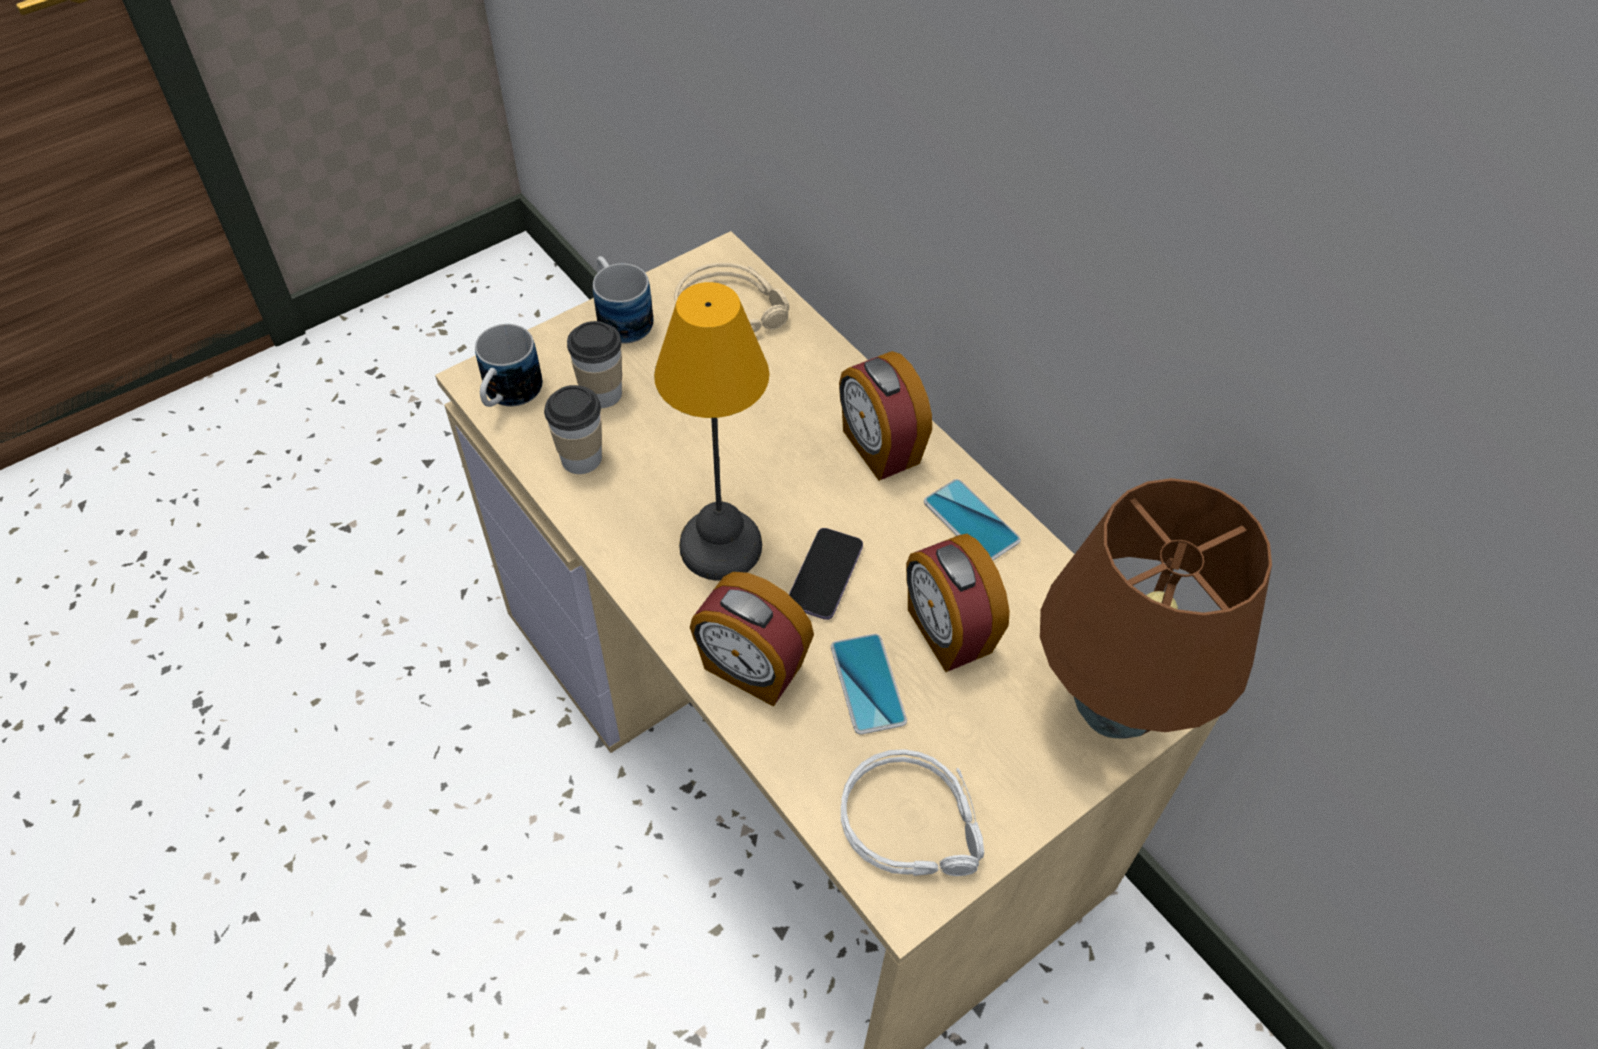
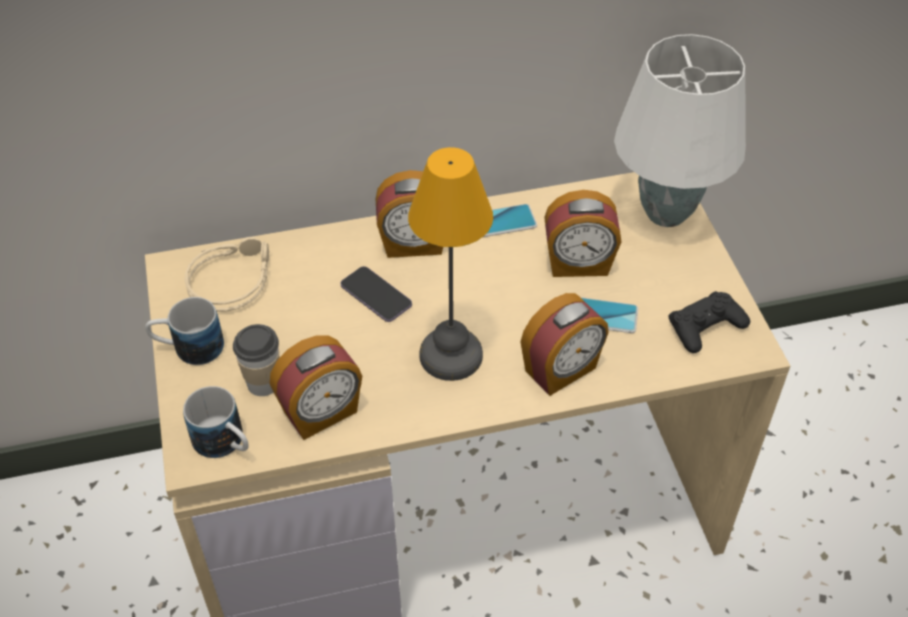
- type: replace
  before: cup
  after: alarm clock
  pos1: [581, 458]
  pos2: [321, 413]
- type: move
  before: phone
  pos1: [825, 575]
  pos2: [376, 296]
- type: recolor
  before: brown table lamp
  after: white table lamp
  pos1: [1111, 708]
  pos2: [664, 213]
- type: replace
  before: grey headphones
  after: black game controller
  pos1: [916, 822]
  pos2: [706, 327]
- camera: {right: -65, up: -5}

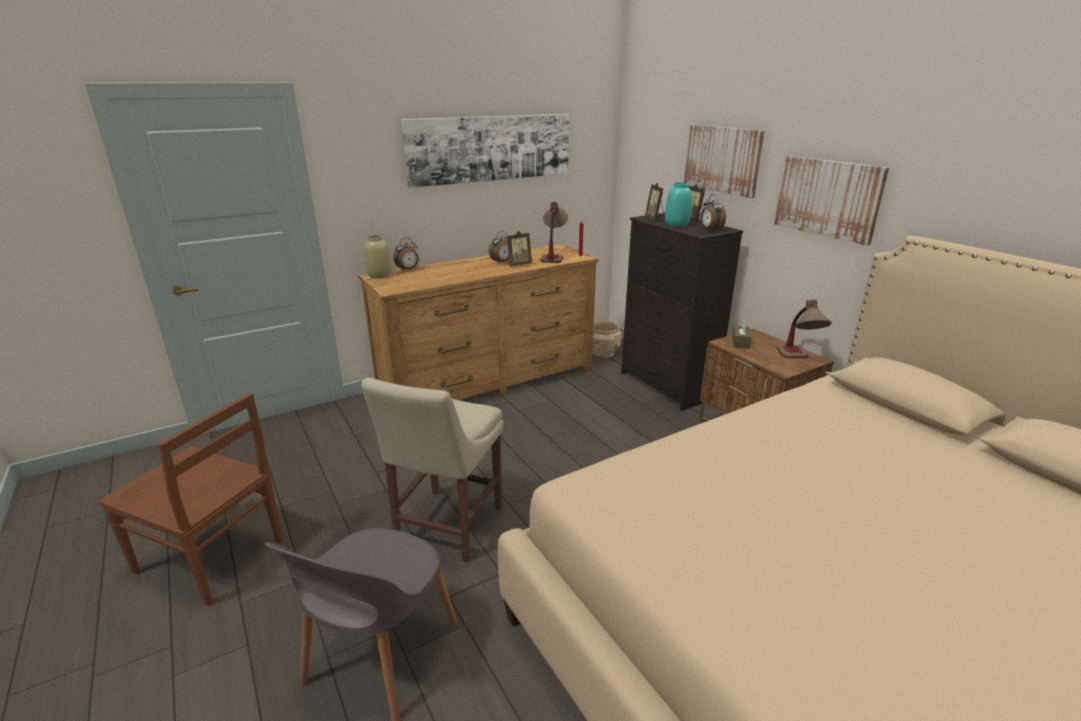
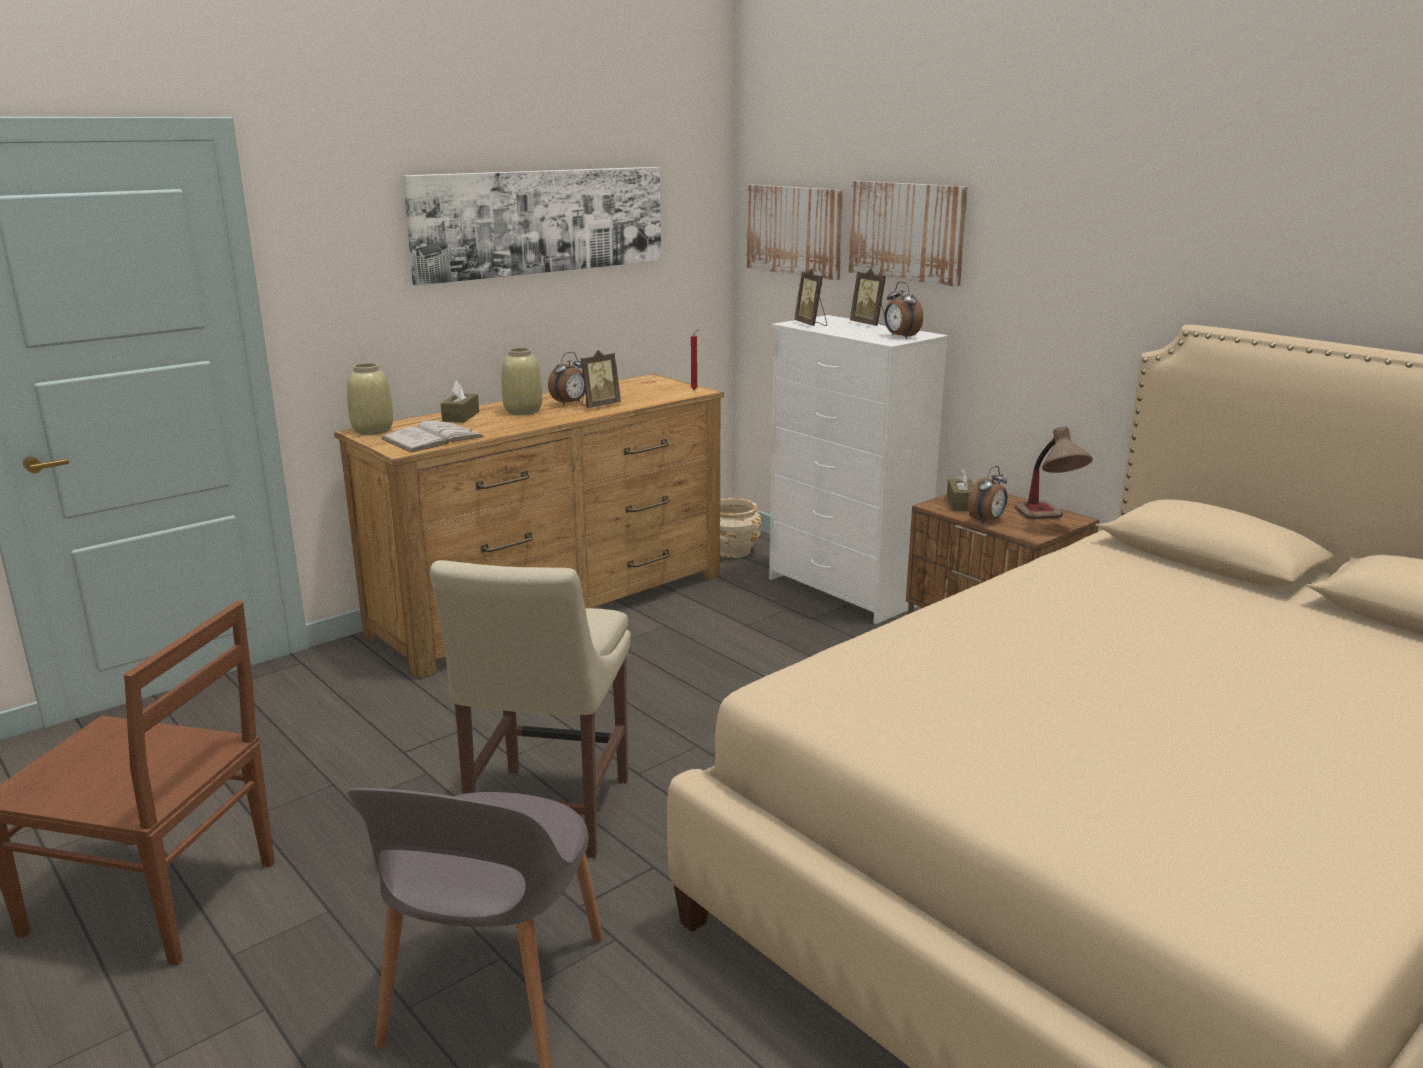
- type: insert
  after: white book
  pos2: [432, 438]
- type: insert
  after: brown tissue box
  pos2: [461, 416]
- type: insert
  after: beige vase
  pos2: [523, 411]
- type: move
  before: picture
  pos1: [828, 198]
  pos2: [795, 230]
- type: recolor
  before: black dresser
  after: white dresser
  pos1: [667, 386]
  pos2: [846, 591]
- type: move
  before: alarm clock
  pos1: [408, 270]
  pos2: [987, 521]
- type: delete
  before: table lamp
  pos1: [553, 256]
- type: delete
  before: turquoise vase
  pos1: [677, 224]
- camera: {right: -10, up: -5}

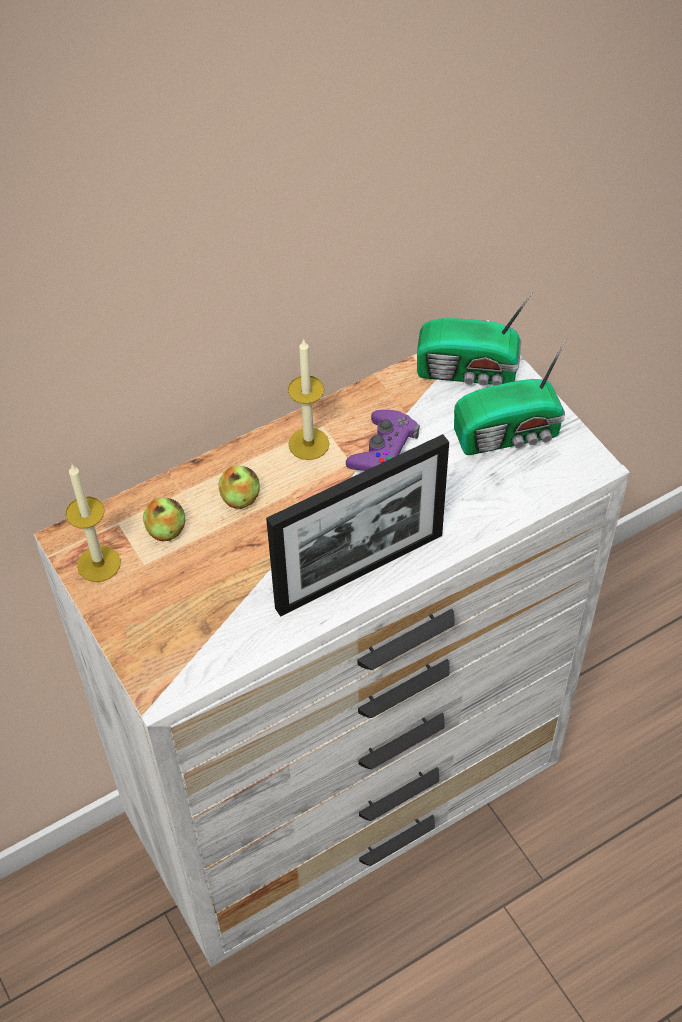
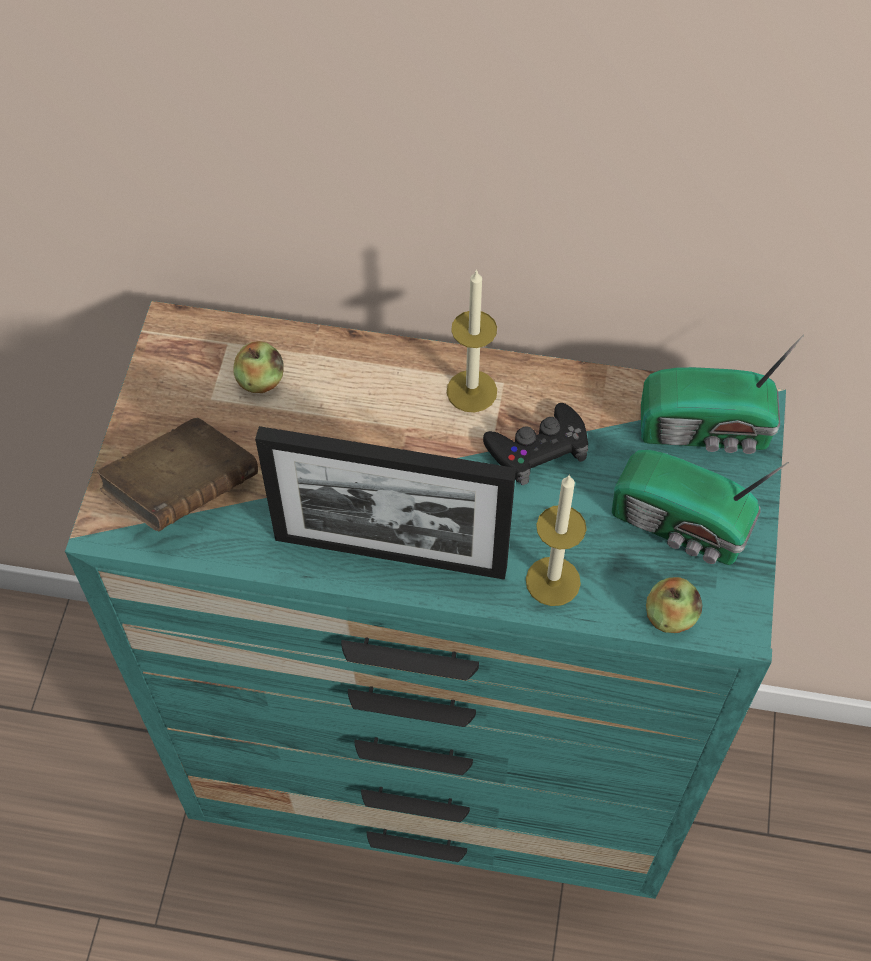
- type: recolor
  before: white dresser
  after: turquoise dresser
  pos1: [346, 799]
  pos2: [440, 770]
- type: insert
  after: brown book
  pos2: [183, 492]
- type: recolor
  before: purple game controller
  after: black game controller
  pos1: [383, 449]
  pos2: [537, 449]
- type: move
  before: candle
  pos1: [99, 564]
  pos2: [553, 581]
- type: rotate
  before: radio
  pos1: [469, 371]
  pos2: [708, 431]
  turn: -45
- type: move
  before: apple
  pos1: [240, 498]
  pos2: [670, 616]
- camera: {right: 40, up: 5}

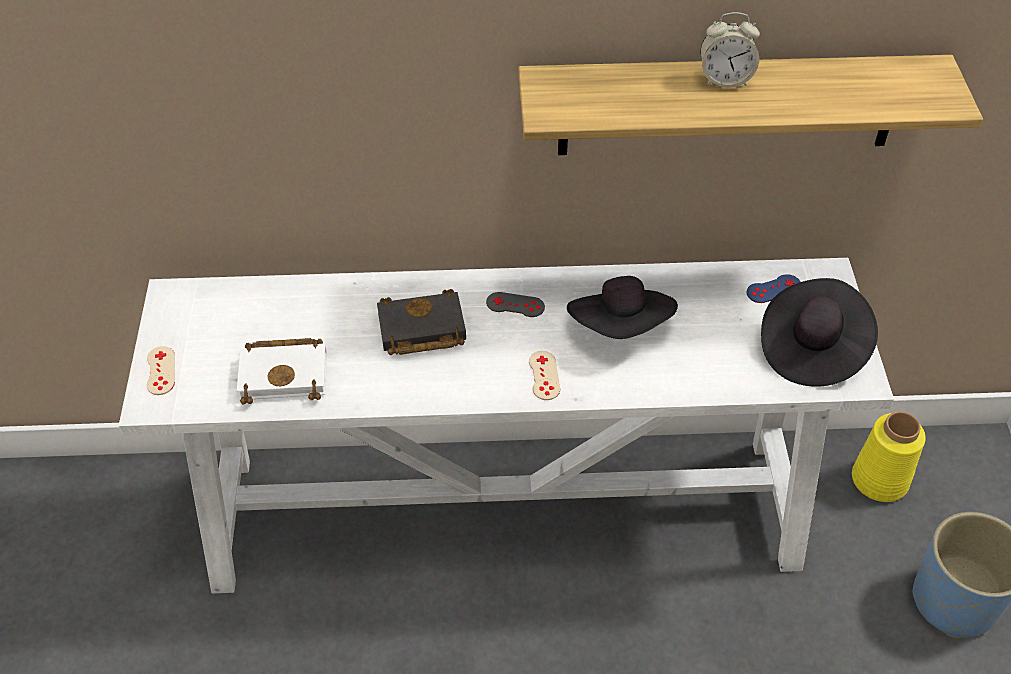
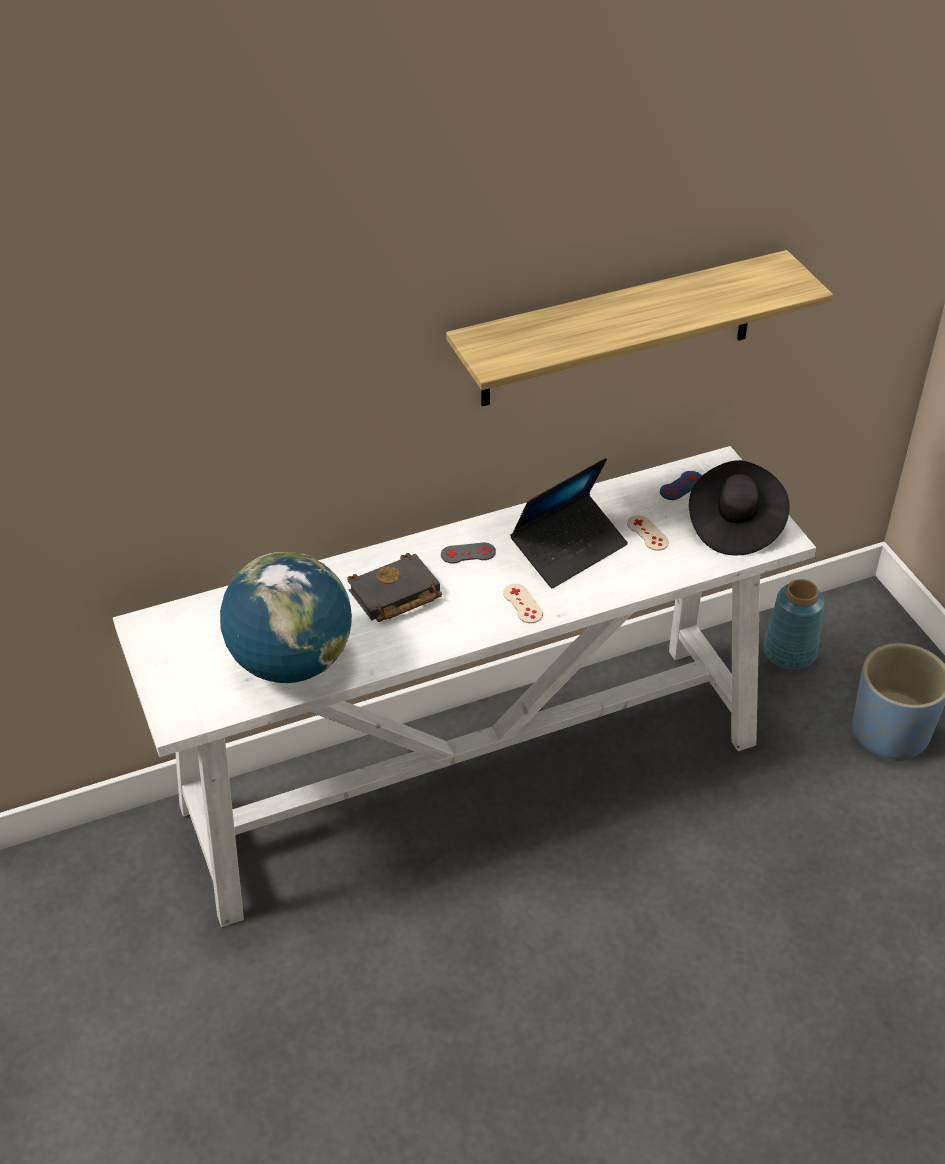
- type: replace
  before: white book
  after: globe
  pos1: [286, 373]
  pos2: [291, 662]
- type: replace
  before: black hat
  after: laptop
  pos1: [621, 328]
  pos2: [569, 549]
- type: move
  before: beige game controller
  pos1: [160, 371]
  pos2: [647, 533]
- type: recolor
  before: yellow vase
  after: blue vase
  pos1: [880, 479]
  pos2: [789, 651]
- type: delete
  before: alarm clock
  pos1: [725, 79]
- camera: {right: -20, up: -5}

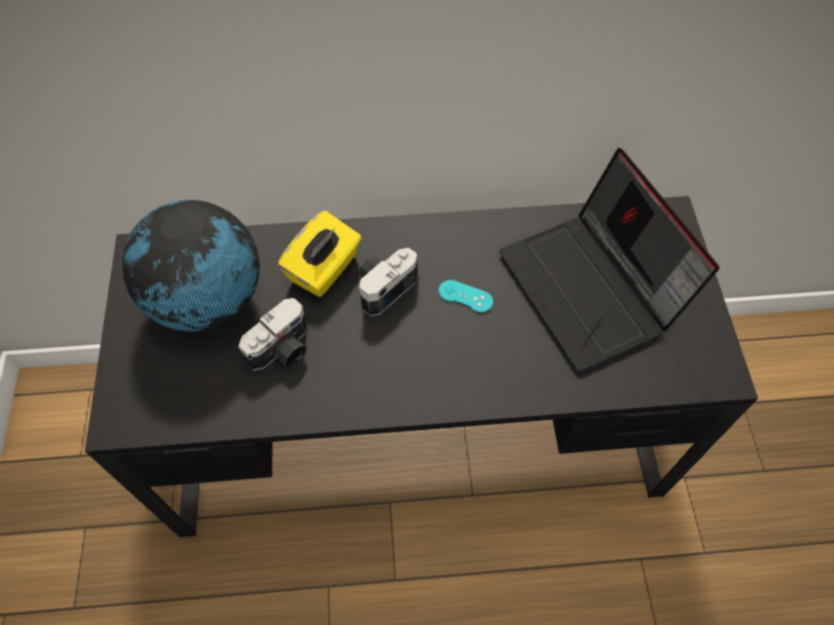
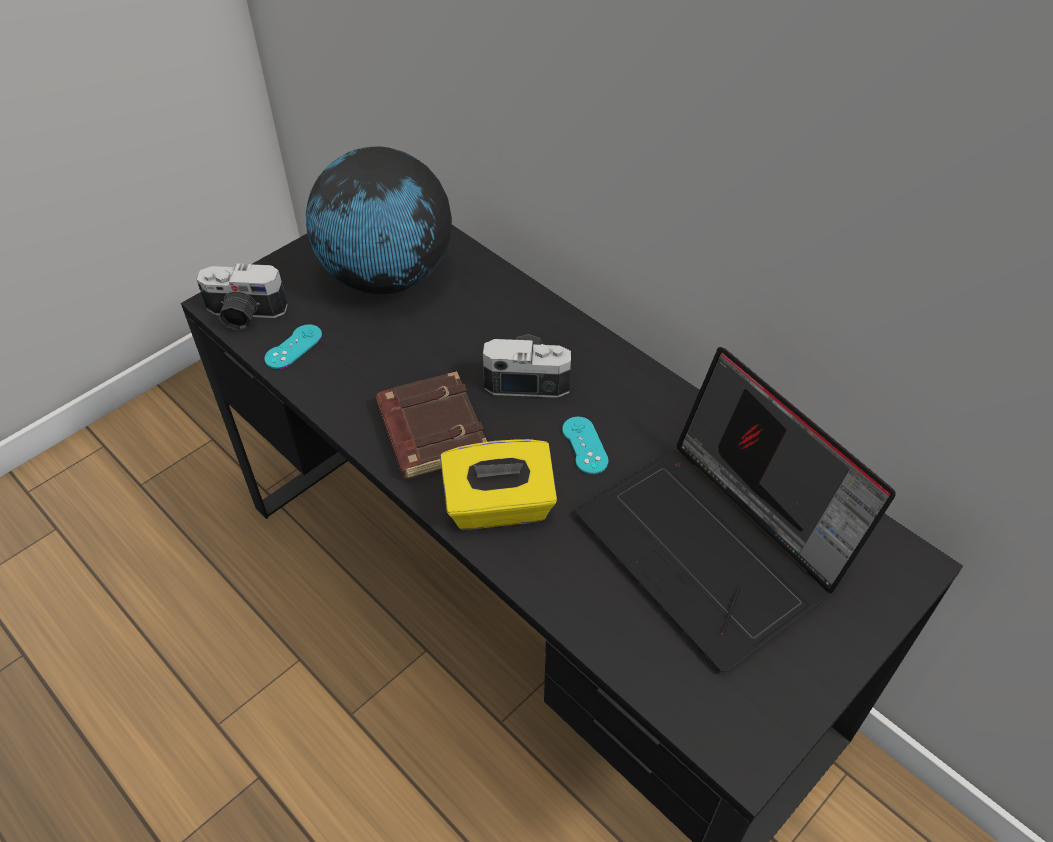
- type: move
  before: photo camera
  pos1: [283, 350]
  pos2: [244, 315]
- type: insert
  after: turquoise game controller
  pos2: [293, 347]
- type: insert
  after: brown book
  pos2: [430, 431]
- type: move
  before: yellow tissue box
  pos1: [324, 269]
  pos2: [499, 506]
- type: rotate
  before: laptop
  pos1: [592, 289]
  pos2: [716, 547]
  turn: -60
- camera: {right: 50, up: -10}

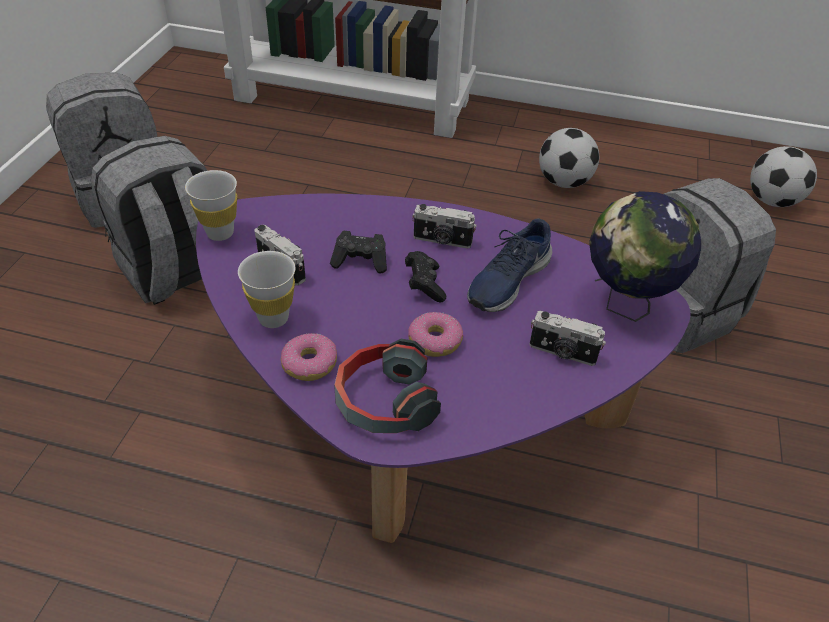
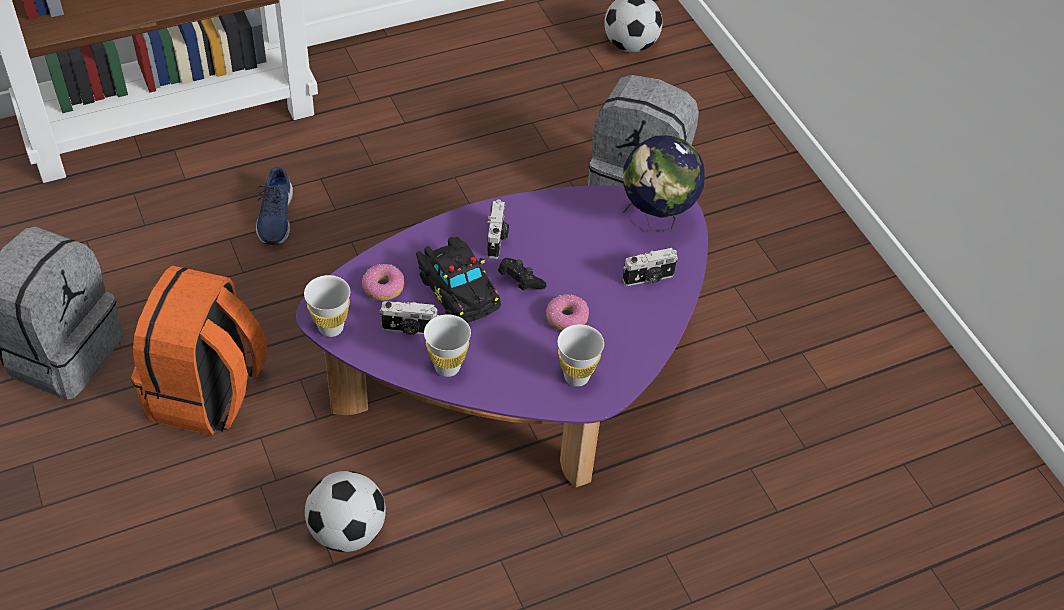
- type: recolor
  before: grey backpack
  after: orange backpack
  pos1: [176, 274]
  pos2: [207, 394]
- type: move
  before: blue shoe
  pos1: [507, 280]
  pos2: [275, 217]
- type: move
  before: football
  pos1: [563, 182]
  pos2: [347, 531]
- type: move
  before: donut
  pos1: [310, 363]
  pos2: [383, 287]
- type: replace
  before: black game controller
  after: black toy car
  pos1: [361, 261]
  pos2: [458, 289]
- type: rotate
  before: photo camera
  pos1: [442, 241]
  pos2: [497, 239]
  turn: -60
- type: replace
  before: headphones
  after: white cup
  pos1: [384, 401]
  pos2: [576, 377]
- camera: {right: -40, up: 5}

